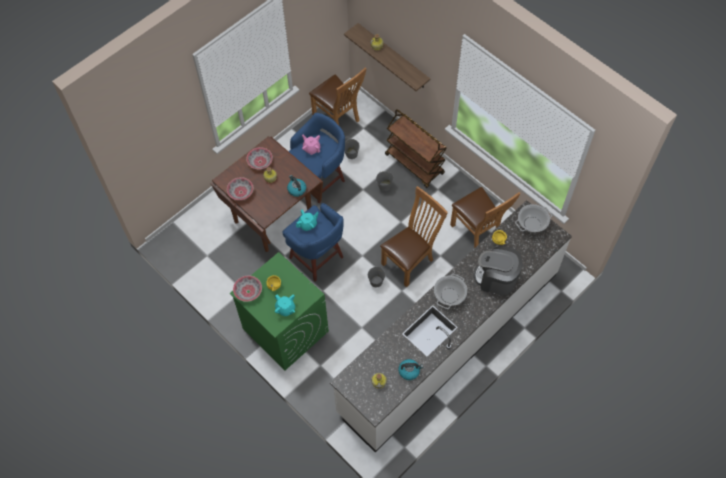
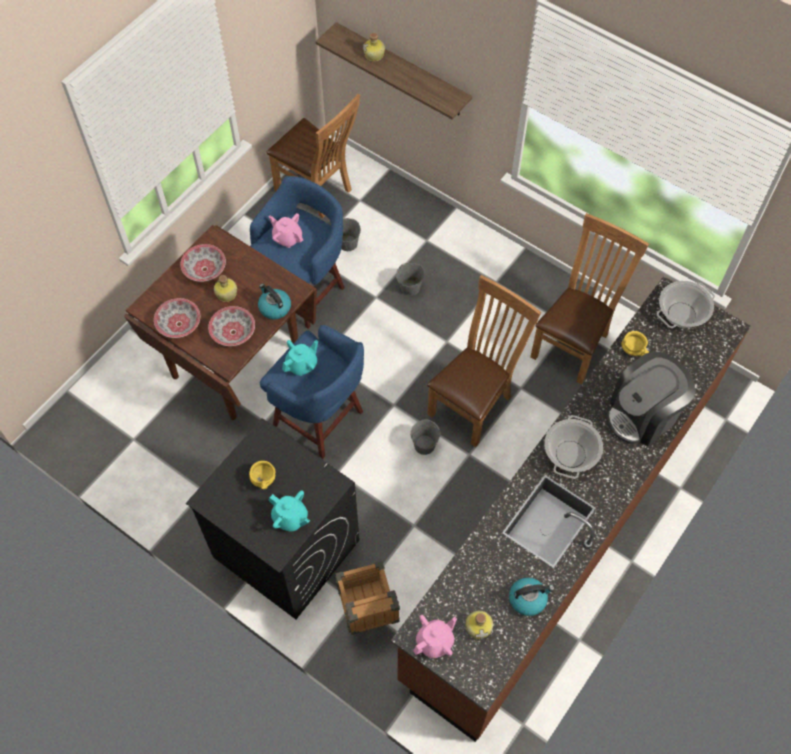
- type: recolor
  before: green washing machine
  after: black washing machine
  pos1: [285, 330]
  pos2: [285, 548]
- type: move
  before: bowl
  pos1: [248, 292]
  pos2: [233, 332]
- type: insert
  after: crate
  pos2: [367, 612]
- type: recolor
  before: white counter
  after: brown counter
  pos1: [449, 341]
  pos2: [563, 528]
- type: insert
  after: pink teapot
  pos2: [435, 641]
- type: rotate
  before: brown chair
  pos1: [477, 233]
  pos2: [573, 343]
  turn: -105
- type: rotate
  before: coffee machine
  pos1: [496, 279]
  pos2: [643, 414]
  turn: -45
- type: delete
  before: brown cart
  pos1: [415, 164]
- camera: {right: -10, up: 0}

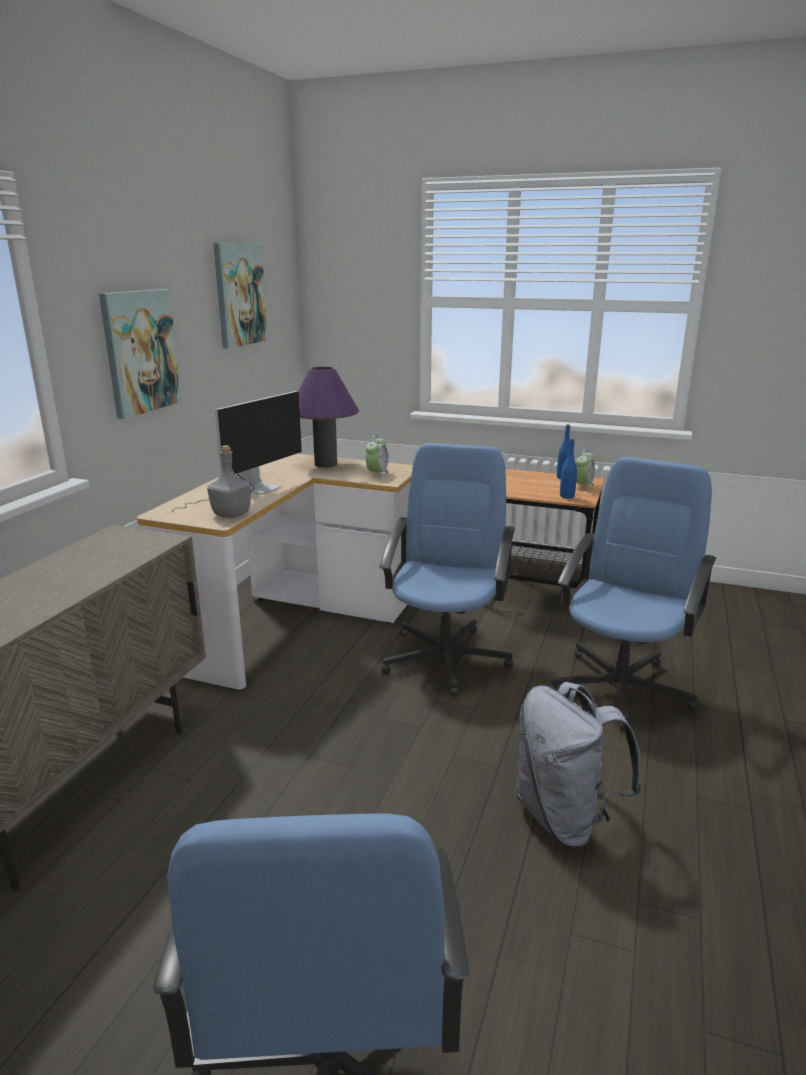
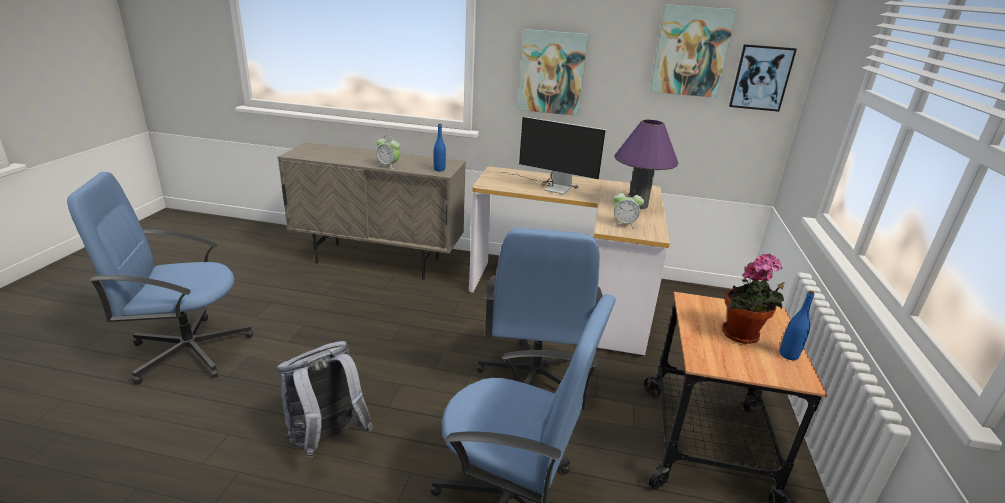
- type: move
  before: alarm clock
  pos1: [583, 486]
  pos2: [388, 166]
- type: move
  before: blue bottle
  pos1: [567, 496]
  pos2: [439, 169]
- type: rotate
  before: blue office chair
  pos1: [446, 658]
  pos2: [534, 378]
  turn: 90
- type: insert
  after: potted plant
  pos2: [742, 336]
- type: insert
  after: picture
  pos2: [761, 78]
- type: delete
  before: grey bottle
  pos1: [231, 515]
- camera: {right: 80, up: 5}

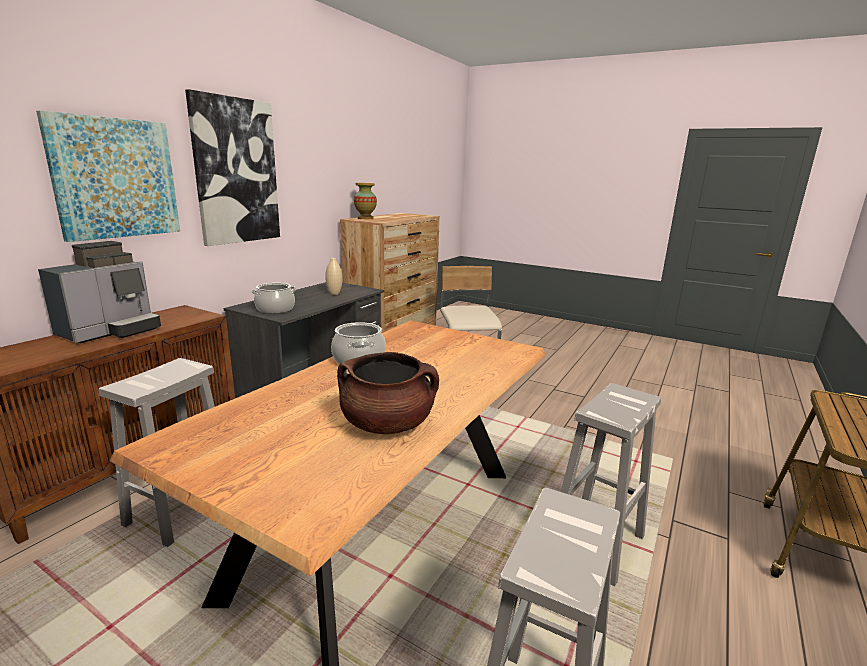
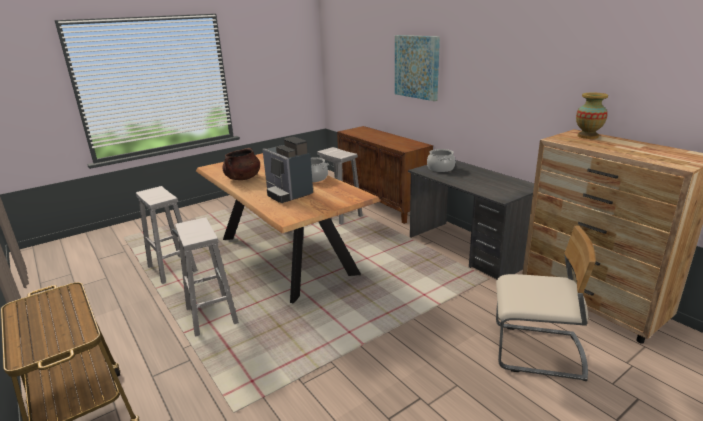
- type: move
  before: coffee machine
  pos1: [111, 331]
  pos2: [288, 193]
- type: delete
  before: picture
  pos1: [236, 172]
- type: delete
  before: beige vase
  pos1: [334, 294]
- camera: {right: 115, up: 5}

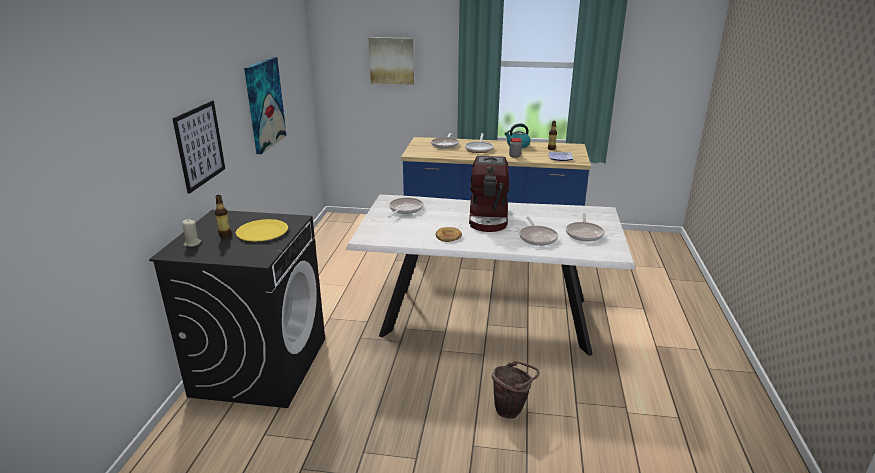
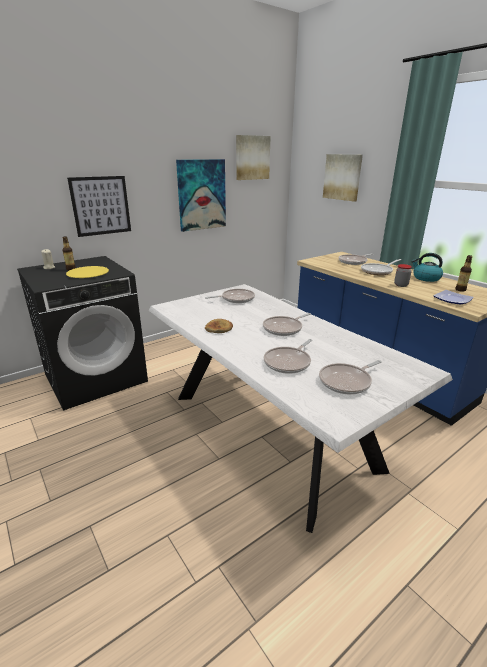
- type: insert
  after: picture
  pos2: [252, 157]
- type: replace
  before: coffee machine
  after: frying pan
  pos1: [489, 218]
  pos2: [284, 328]
- type: delete
  before: brown bucket
  pos1: [512, 410]
- camera: {right: 45, up: 0}

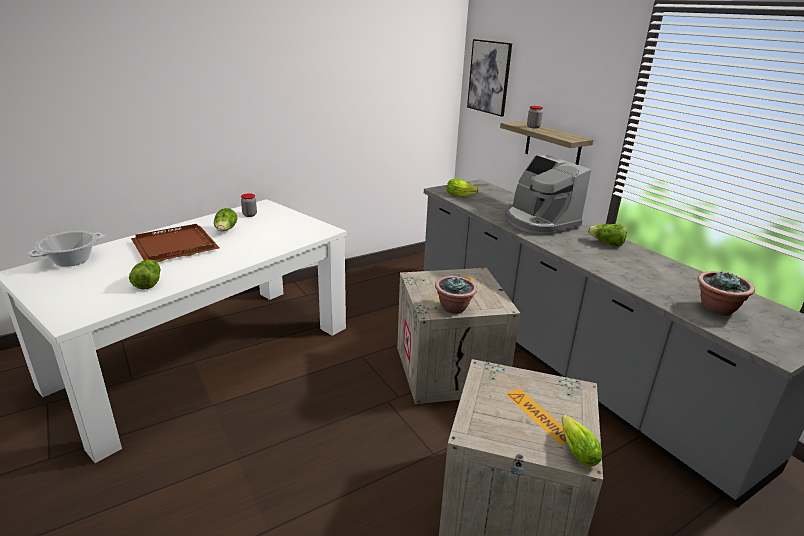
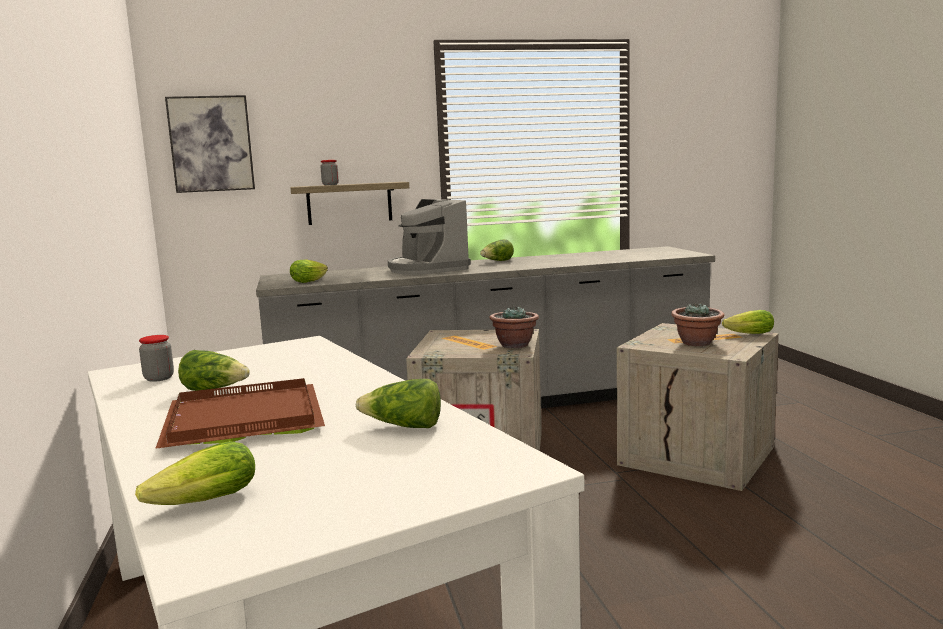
- type: replace
  before: cooking pot
  after: lettuce
  pos1: [72, 260]
  pos2: [199, 504]
- type: rotate
  before: coffee machine
  pos1: [539, 222]
  pos2: [427, 269]
  turn: 75
- type: move
  before: potted plant
  pos1: [717, 309]
  pos2: [697, 343]
- camera: {right: -70, up: -15}

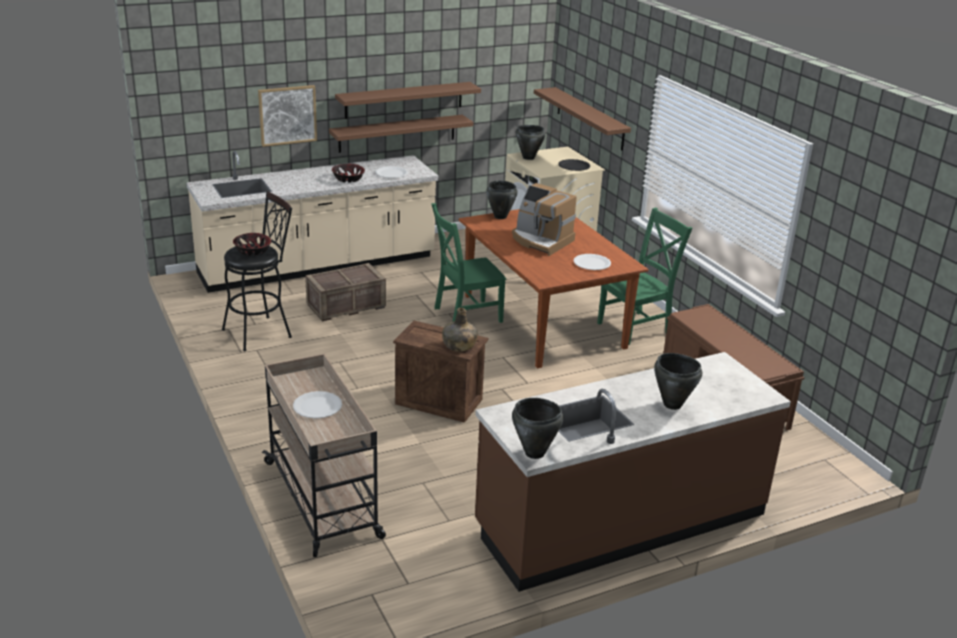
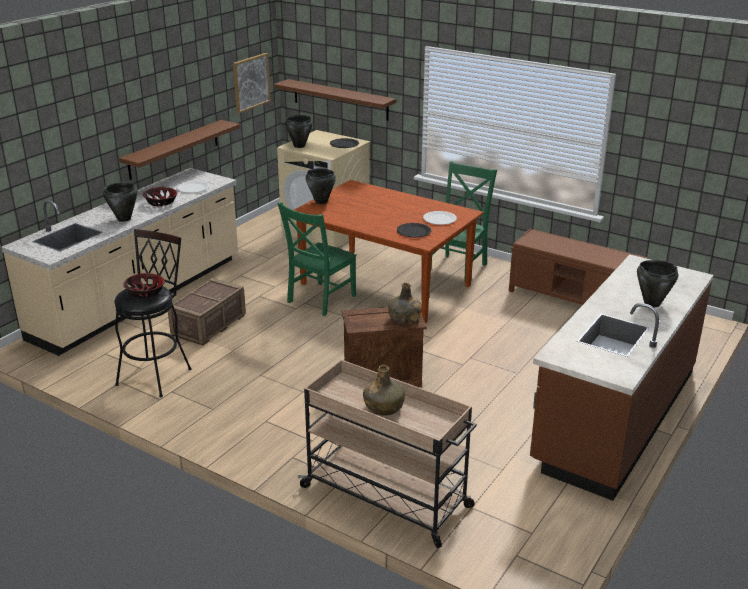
- type: move
  before: black cooking pot
  pos1: [535, 453]
  pos2: [124, 219]
- type: move
  before: picture
  pos1: [287, 115]
  pos2: [251, 82]
- type: replace
  before: white plate
  after: green bottle
  pos1: [317, 406]
  pos2: [383, 407]
- type: insert
  after: black plate
  pos2: [414, 231]
- type: delete
  before: brown shelf
  pos1: [404, 100]
- type: delete
  before: coffee machine
  pos1: [541, 241]
- camera: {right: -30, up: 0}

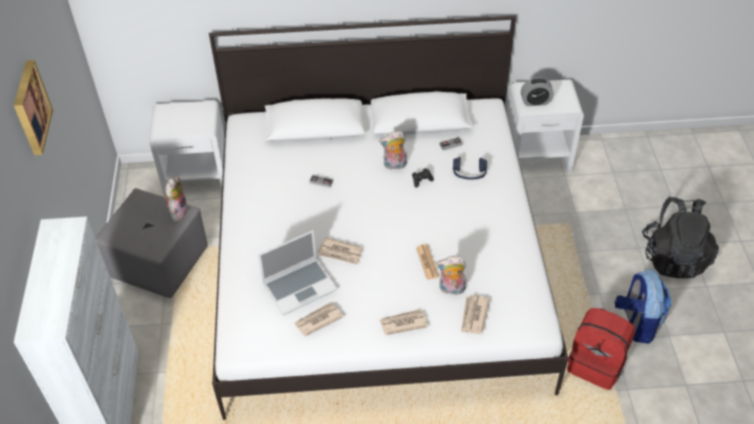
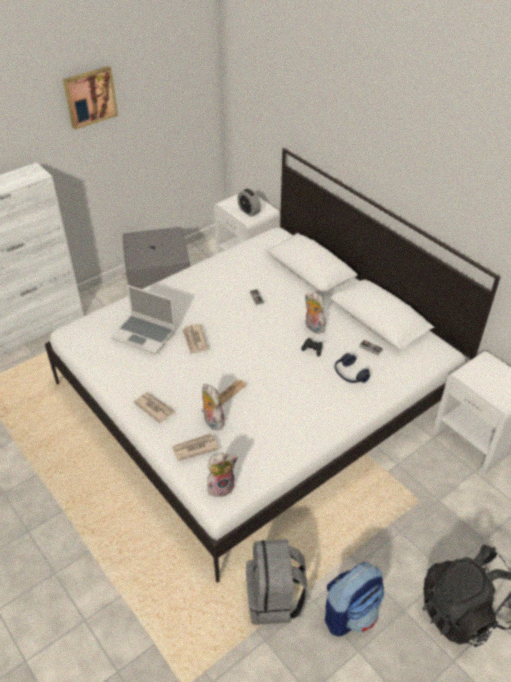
- type: move
  before: plush toy
  pos1: [177, 211]
  pos2: [221, 486]
- type: move
  before: alarm clock
  pos1: [535, 102]
  pos2: [249, 211]
- type: recolor
  before: red backpack
  after: grey backpack
  pos1: [596, 363]
  pos2: [275, 599]
- type: delete
  before: newspaper
  pos1: [318, 320]
- camera: {right: 55, up: -5}

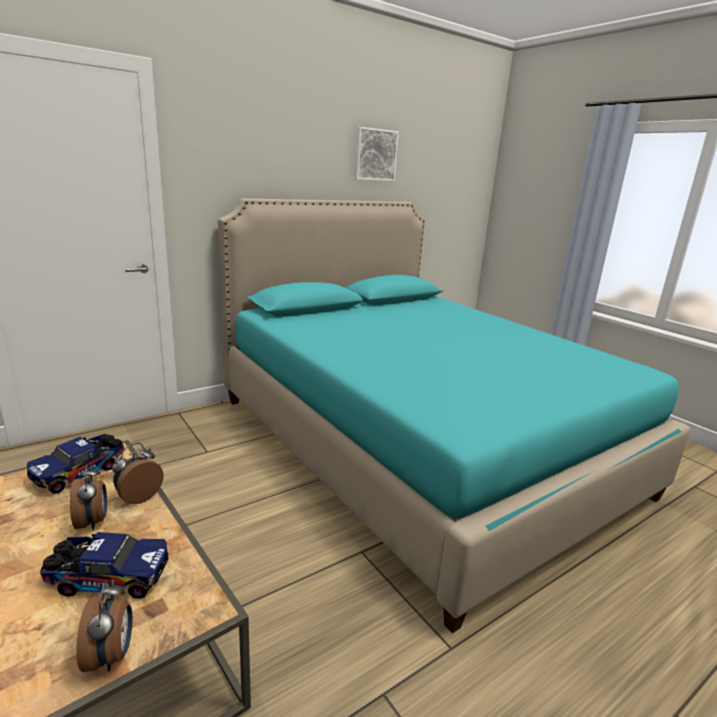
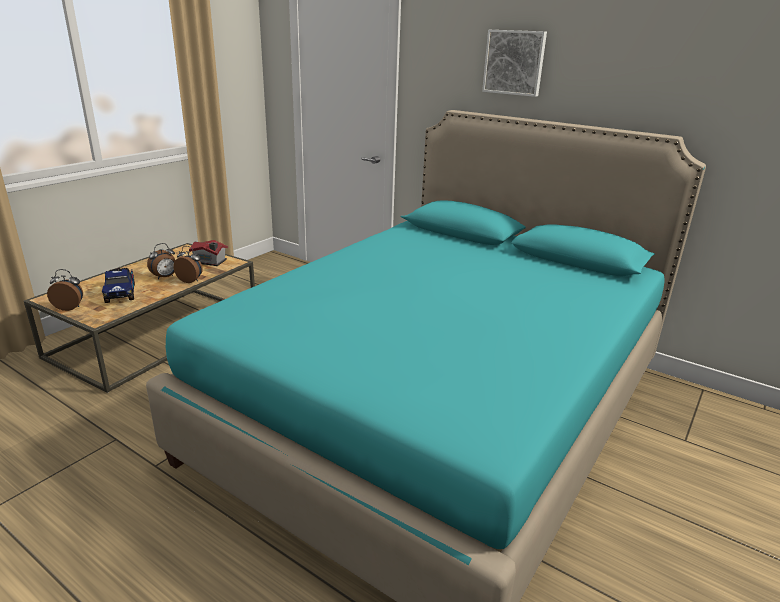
- type: rotate
  before: alarm clock
  pos1: [111, 655]
  pos2: [70, 307]
  turn: -150
- type: replace
  before: toy truck
  after: toy house
  pos1: [81, 472]
  pos2: [210, 261]
- type: move
  before: picture
  pos1: [374, 155]
  pos2: [514, 62]
- camera: {right: 70, up: 5}

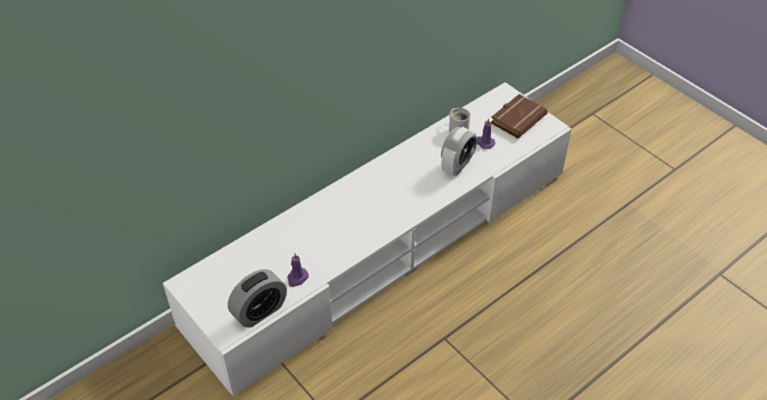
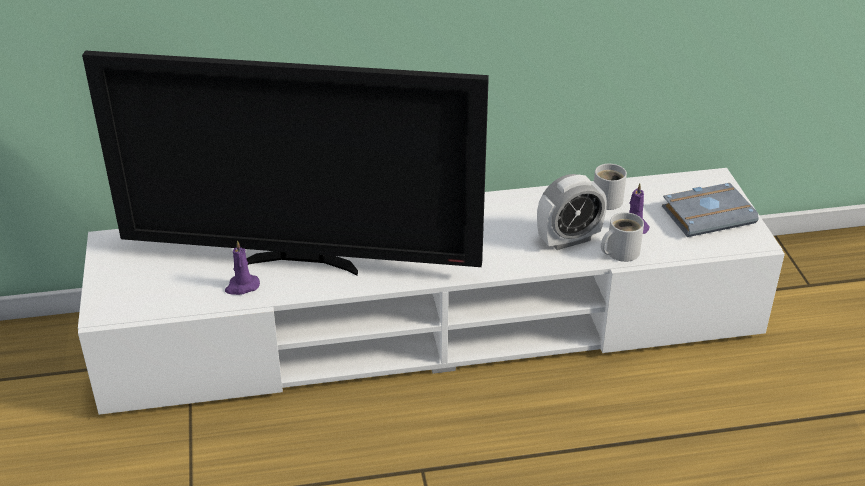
- type: insert
  after: television
  pos2: [302, 262]
- type: insert
  after: white mug
  pos2: [619, 252]
- type: recolor
  before: brown book
  after: grey book
  pos1: [517, 118]
  pos2: [708, 214]
- type: delete
  before: alarm clock
  pos1: [259, 311]
- camera: {right: 30, up: -10}

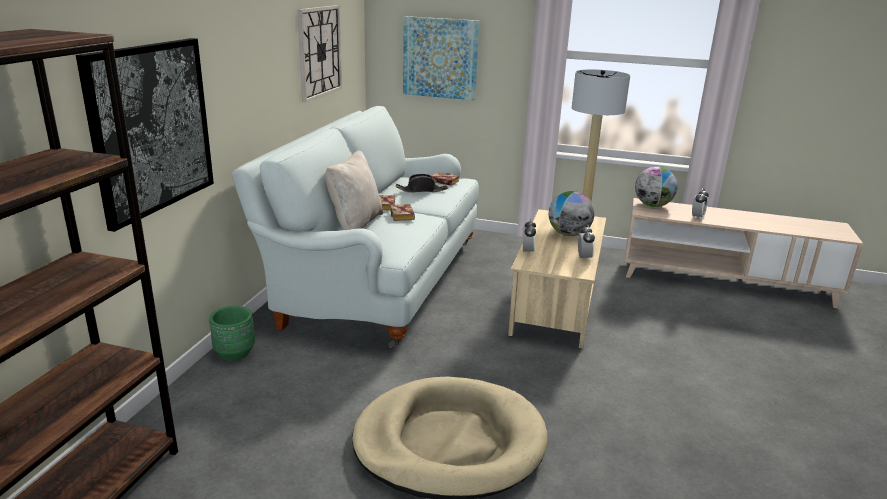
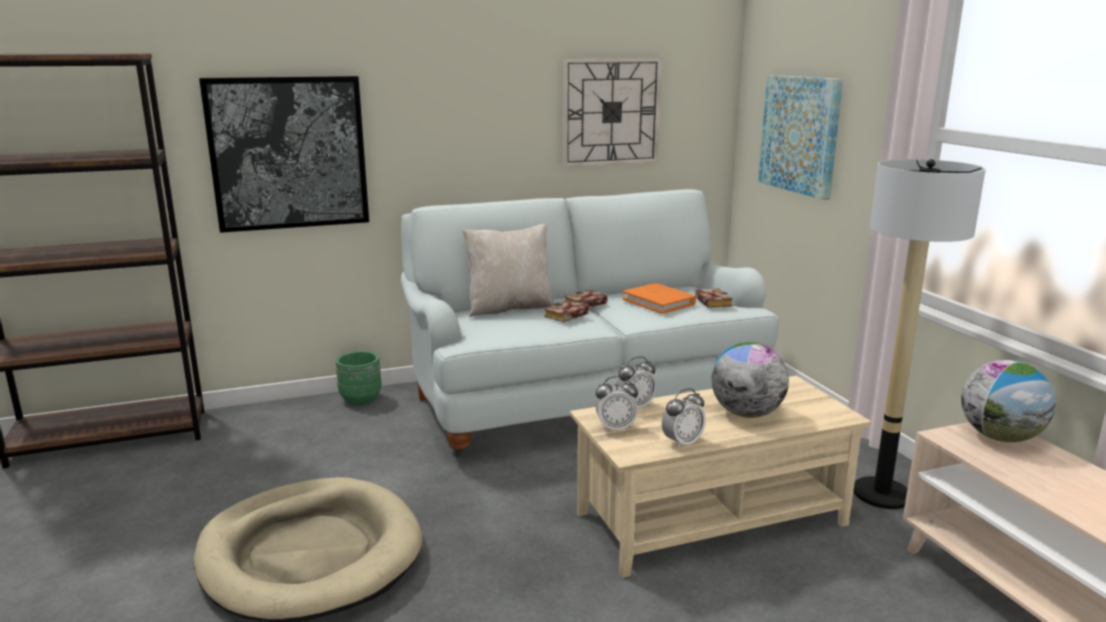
- type: move
  before: alarm clock
  pos1: [697, 217]
  pos2: [615, 428]
- type: replace
  before: black hat
  after: orange book
  pos1: [422, 190]
  pos2: [659, 302]
- camera: {right: 55, up: -5}

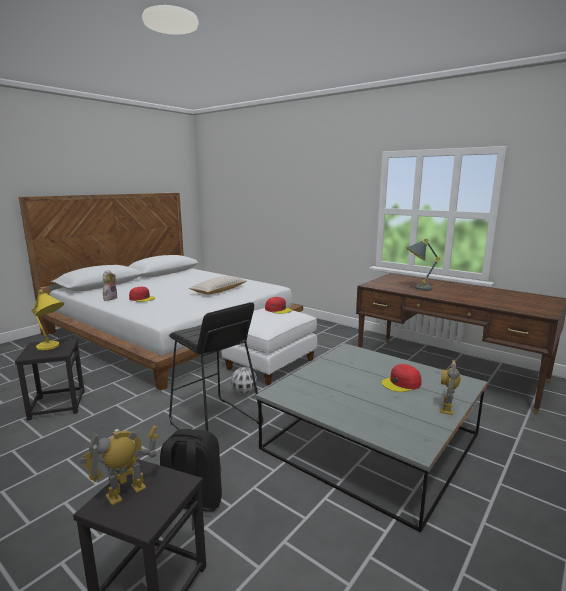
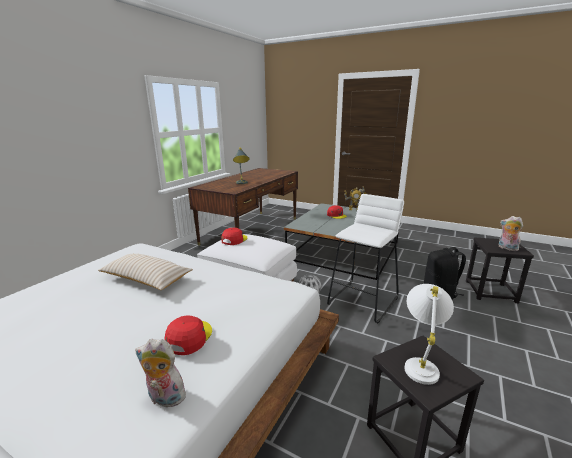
- type: recolor
  before: black stool
  after: white stool
  pos1: [215, 424]
  pos2: [363, 301]
- type: recolor
  before: yellow table lamp
  after: white table lamp
  pos1: [52, 348]
  pos2: [421, 363]
- type: replace
  before: toy robot
  after: plush toy
  pos1: [126, 493]
  pos2: [506, 248]
- camera: {right: -100, up: 5}

